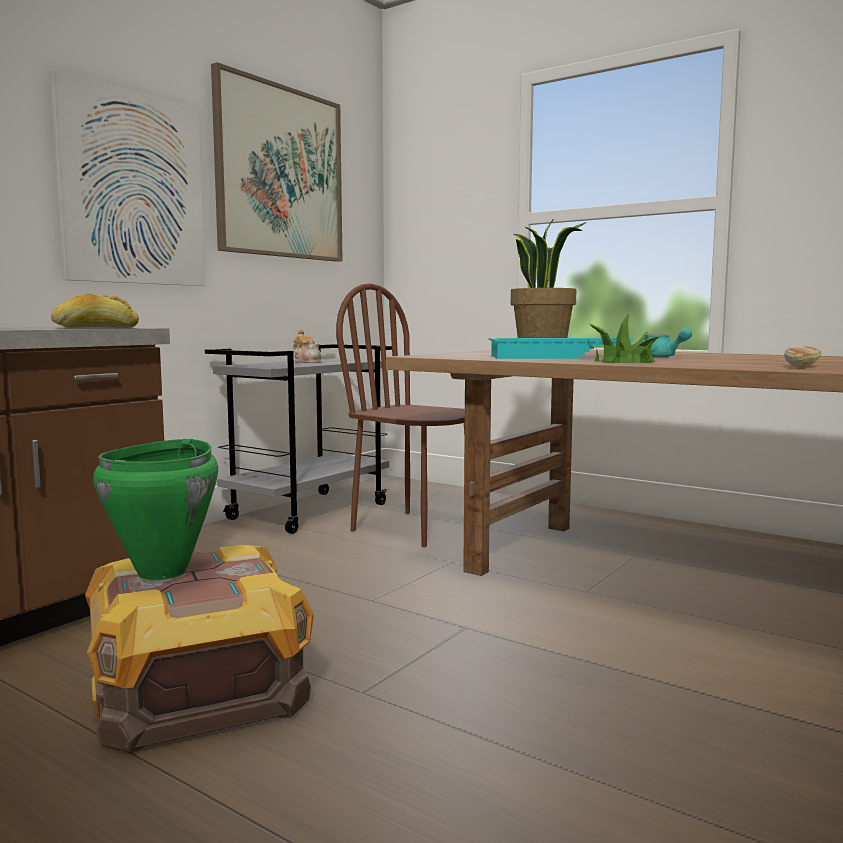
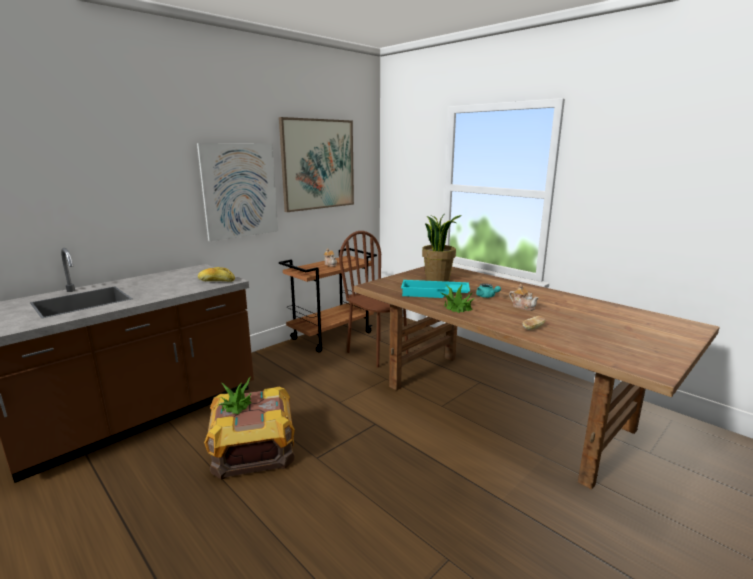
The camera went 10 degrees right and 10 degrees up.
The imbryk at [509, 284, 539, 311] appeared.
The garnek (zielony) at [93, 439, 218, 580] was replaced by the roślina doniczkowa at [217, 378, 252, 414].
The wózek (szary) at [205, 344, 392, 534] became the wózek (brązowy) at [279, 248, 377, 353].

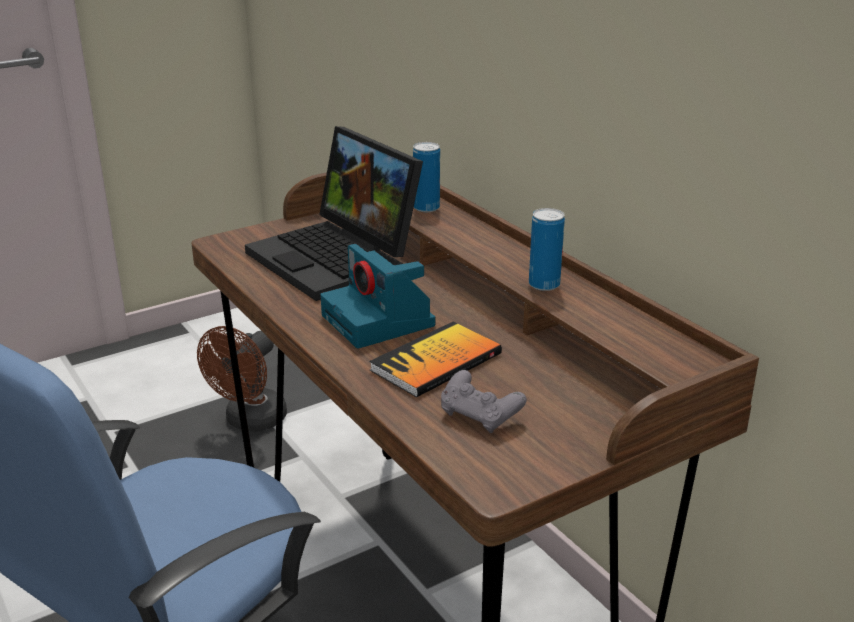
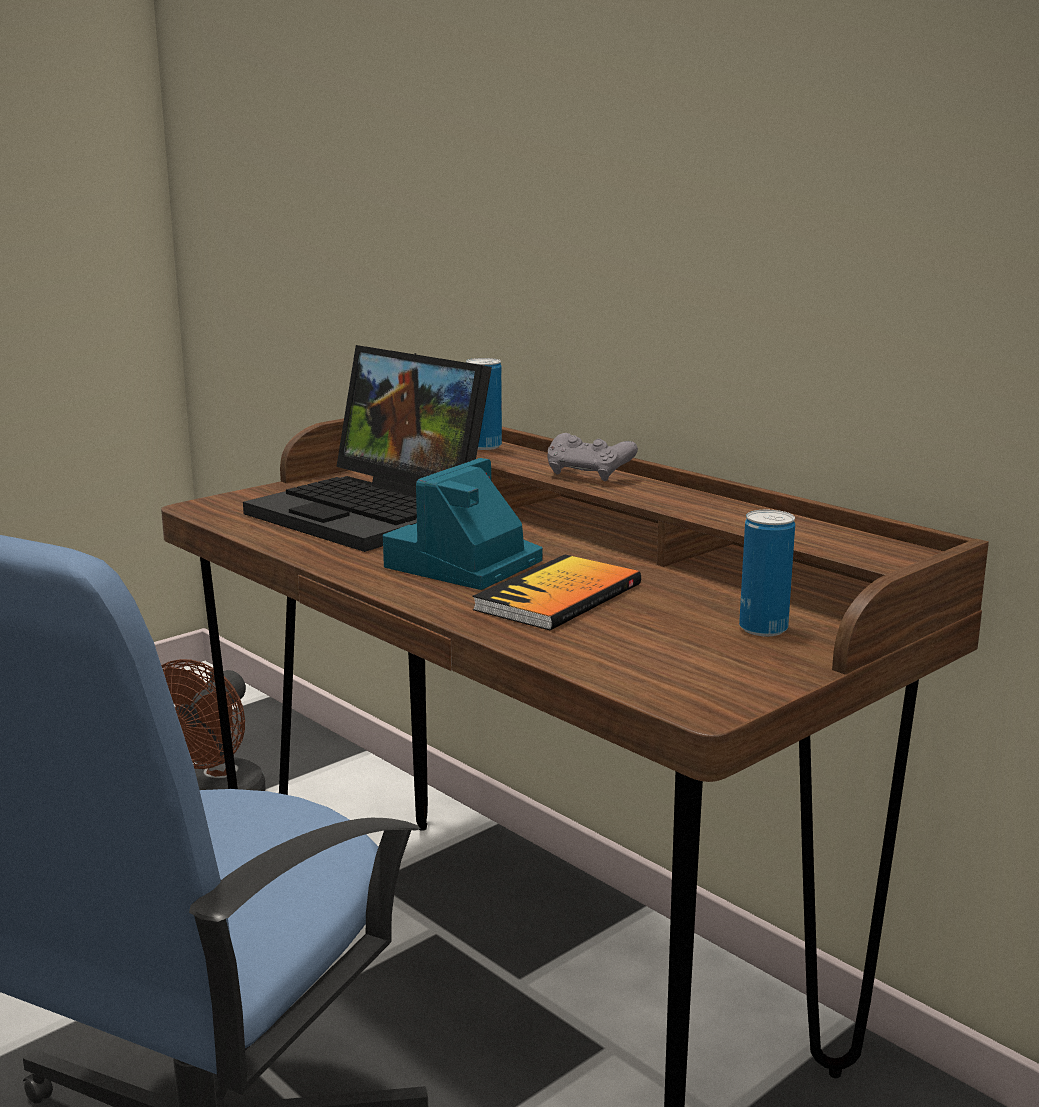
The camera went 10 degrees left and 10 degrees down.
The pad do gier (szary) moved from [441, 370, 527, 433] to [548, 433, 638, 481].
The puszka moved from [529, 208, 565, 291] to [739, 510, 795, 636].
The aparat fotograficzny at [320, 244, 435, 348] turned 75 degrees clockwise.

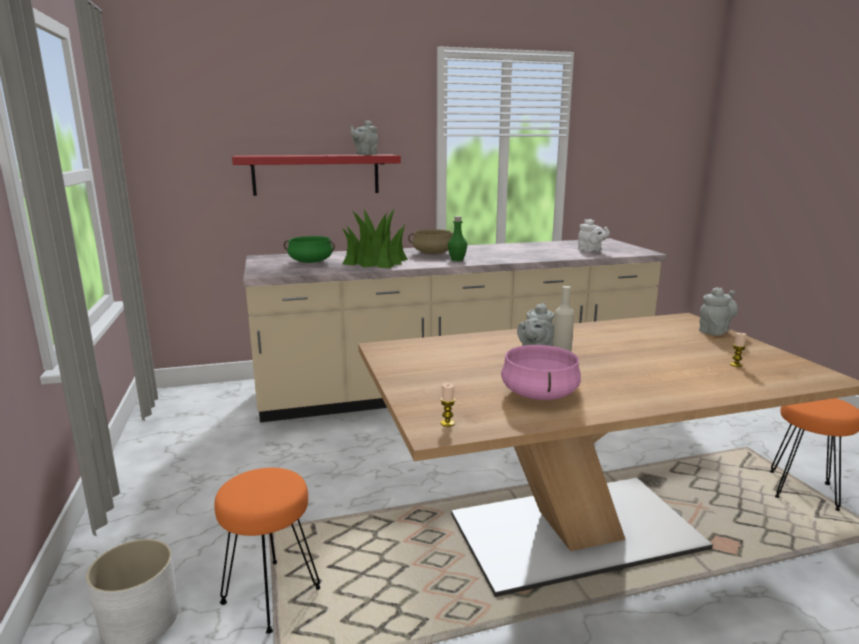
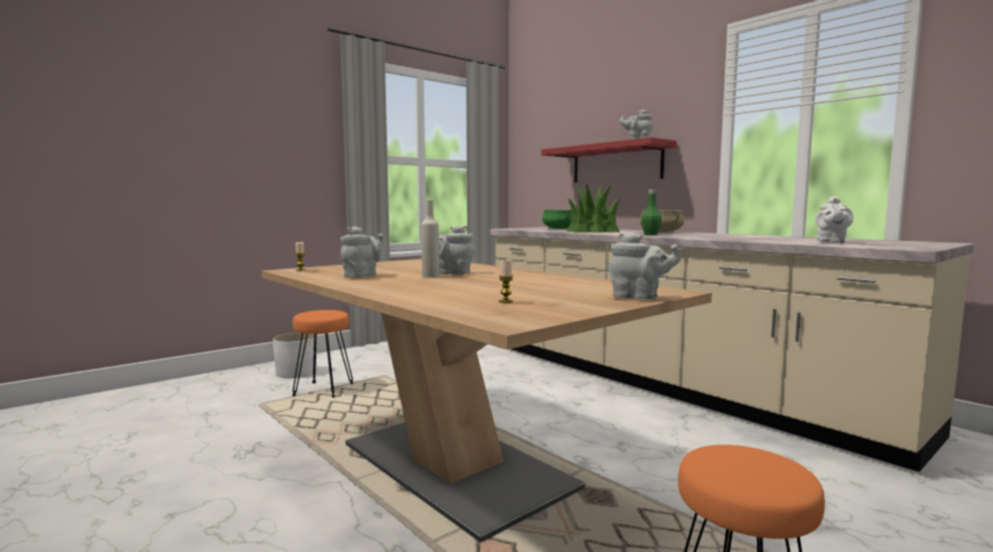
The camera went 65 degrees right and 10 degrees down.
The garnek (różowy) at [501, 345, 581, 400] was replaced by the imbryk (szary) at [340, 226, 383, 278].

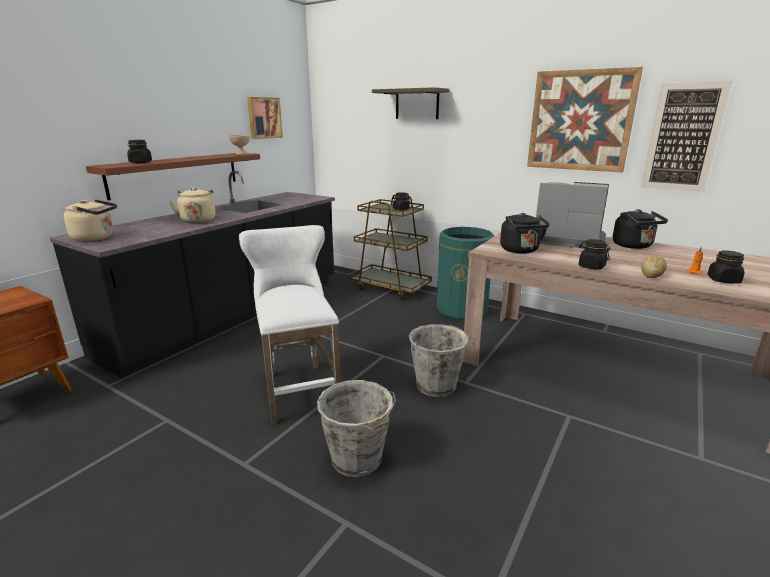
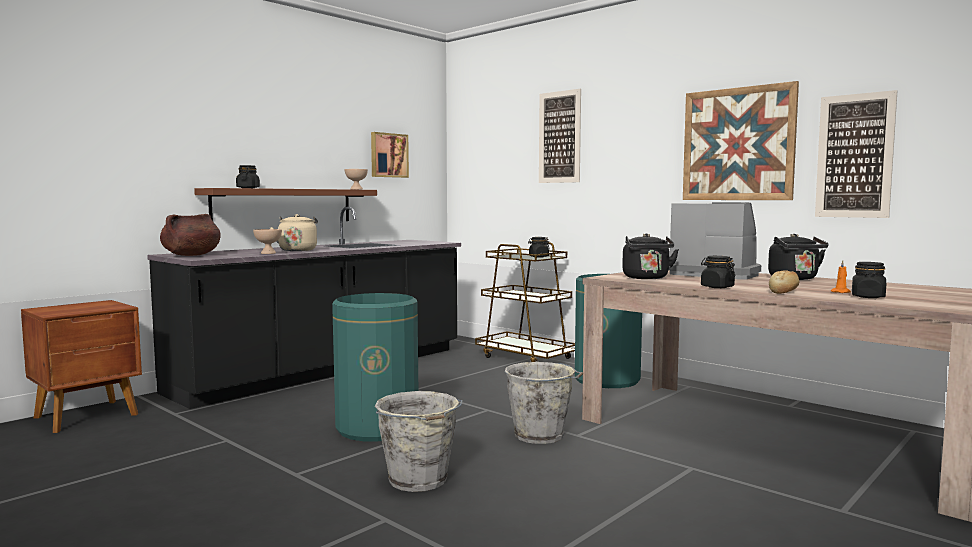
The camera went 10 degrees right and 15 degrees down.
The miska (beżowy) at [253, 229, 282, 254] appeared.
The czajnik (beżowy) at [64, 199, 117, 242] was replaced by the garnek (brązowy) at [160, 214, 221, 256].
The stołek (biały) at [239, 225, 341, 425] was replaced by the kosz na śmieci (zielony) at [332, 293, 418, 441].
The półka at [372, 87, 449, 119] was replaced by the obraz at [539, 89, 581, 183].

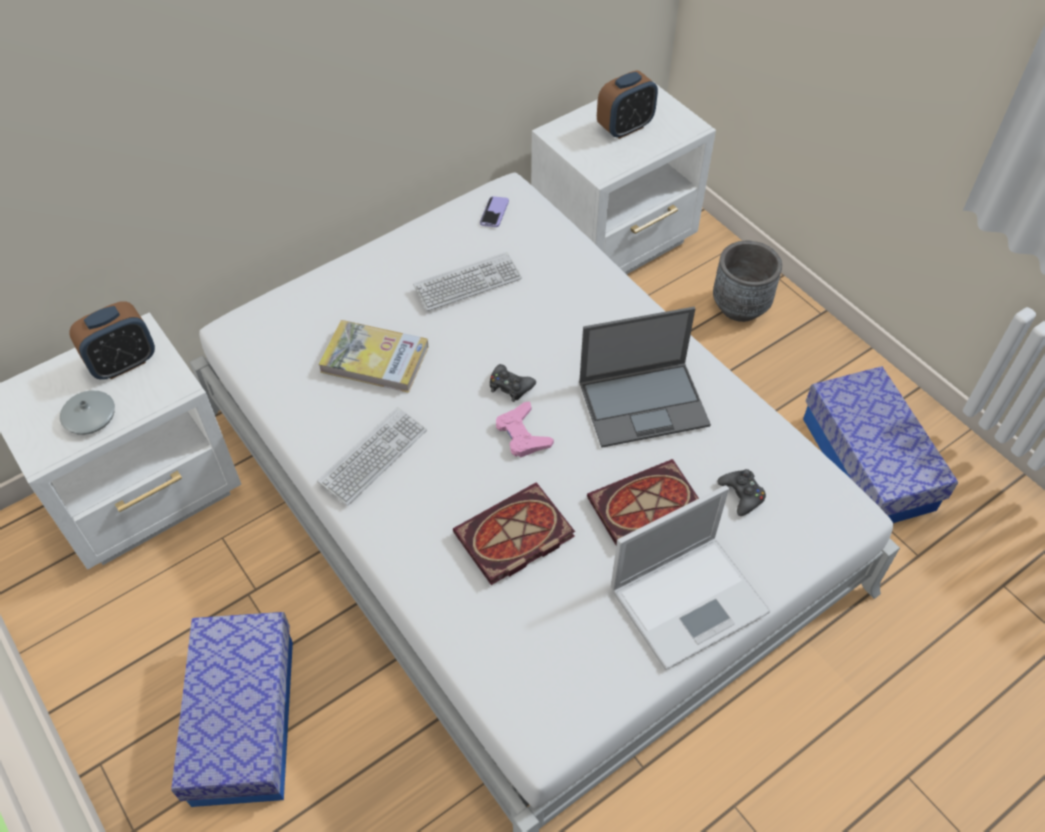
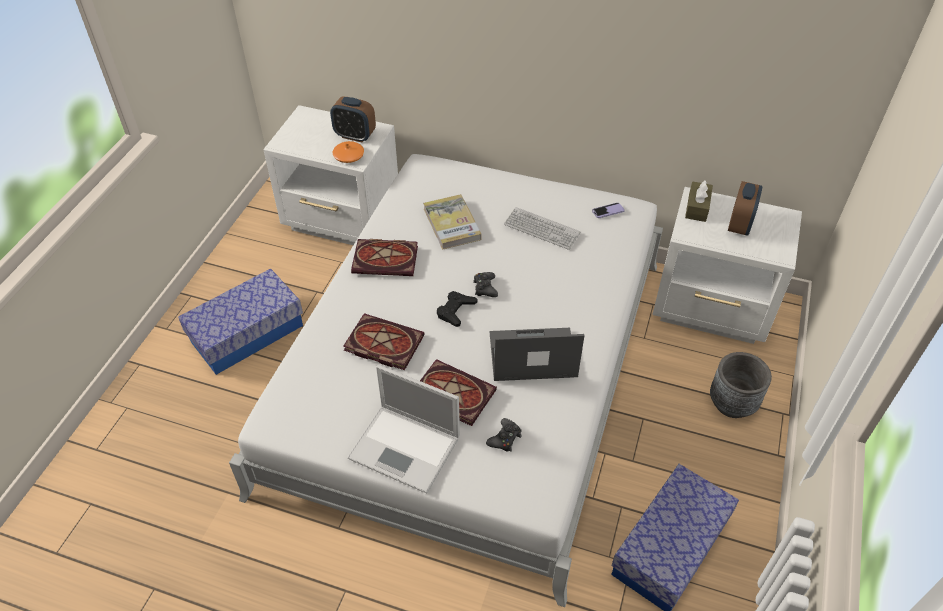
The camera went 55 degrees right and 5 degrees down.
The wazon (szary) at [60, 391, 115, 435] disappeared.
The wazon (pomarańczowy) at [333, 141, 364, 163] appeared.
The pudełko chusteczek (brązowy) at [685, 180, 713, 222] appeared.
The klawiatura at [317, 407, 427, 506] was replaced by the książka at [351, 239, 418, 276].
The pad do gier (różowy) at [496, 402, 554, 457] became the pad do gier (czarny) at [437, 291, 478, 327].
The laptop at [579, 307, 711, 448] turned 135 degrees clockwise.
The budzik at [597, 70, 658, 139] turned 90 degrees counterclockwise.

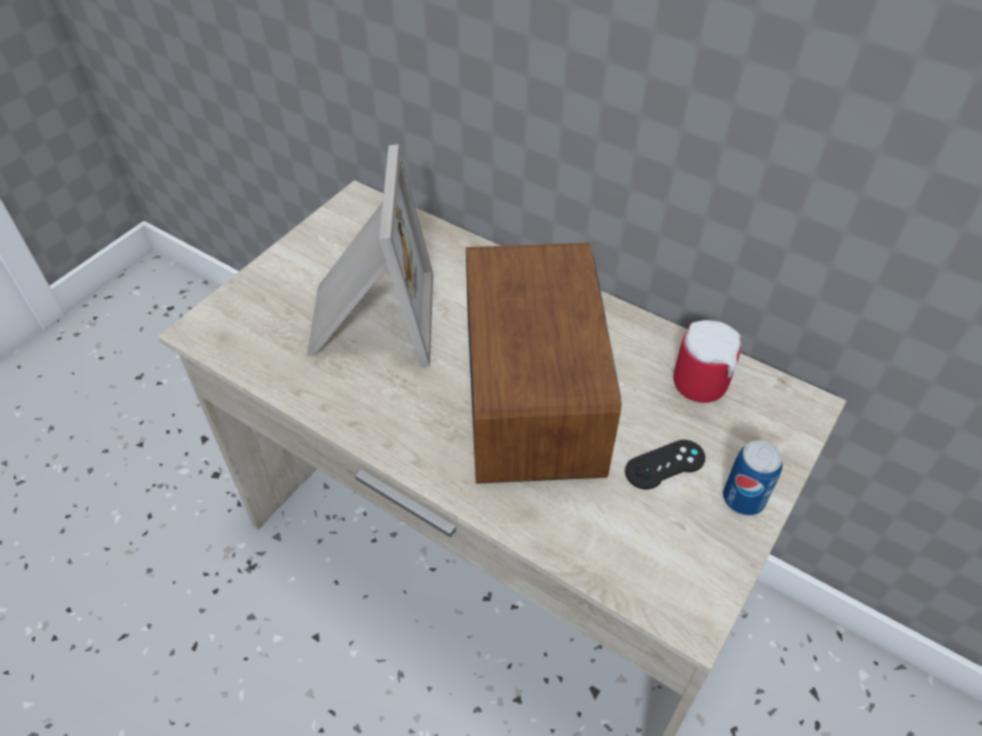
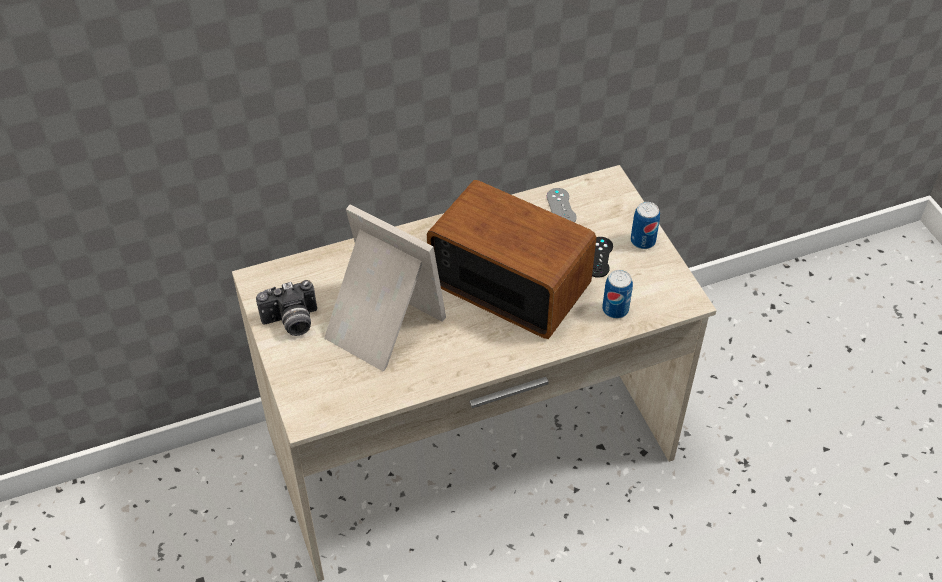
The camera went 55 degrees left and 0 degrees up.
The aparat fotograficzny at [256, 280, 317, 336] appeared.
The puszka at [602, 270, 633, 319] appeared.
The kubek at [674, 320, 741, 403] was replaced by the pad do gier (szary) at [547, 188, 577, 223].

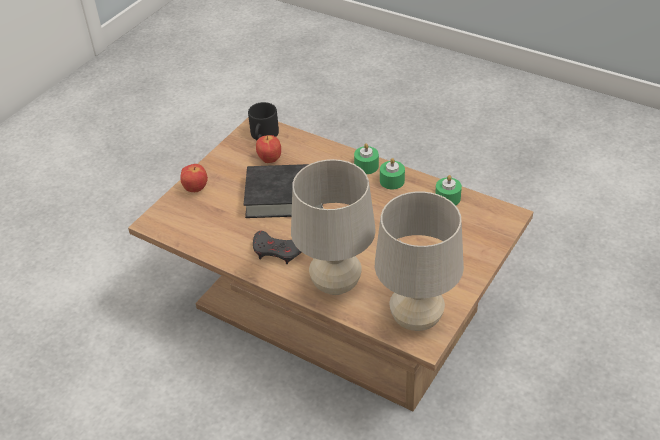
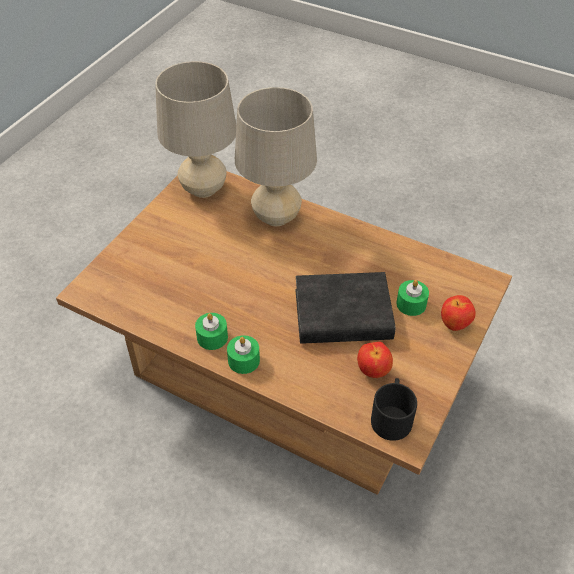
The camera went 175 degrees right and 5 degrees up.
The pad do gier (szary) at [253, 231, 302, 264] disappeared.
The świeca (zielony) moved from [435, 175, 462, 205] to [396, 280, 429, 316].

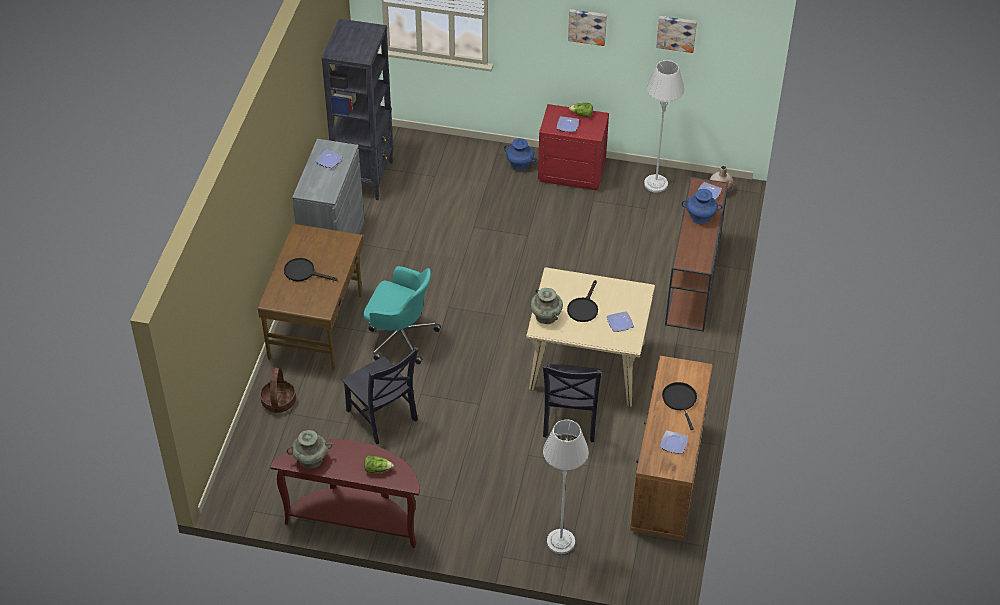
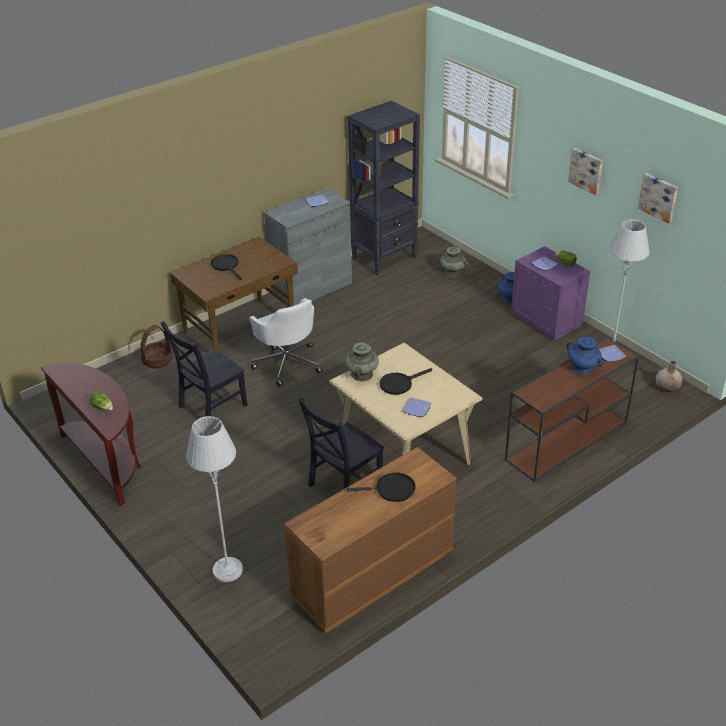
The camera went 40 degrees right and 10 degrees down.
The talerz at [660, 430, 688, 454] disappeared.
The wazon (turkusowy) moved from [286, 430, 333, 469] to [438, 247, 469, 277].
The krzesło biurowe (turkusowy) at [363, 266, 441, 364] became the krzesło biurowe (biały) at [249, 298, 322, 387].
The szafka nocna (czerwony) at [538, 104, 609, 190] became the szafka nocna (fioletowy) at [511, 246, 590, 341].
The krzesło (czarny) at [342, 346, 419, 444] turned 45 degrees clockwise.
The patelnia (czarny) at [662, 382, 697, 430] turned 60 degrees clockwise.

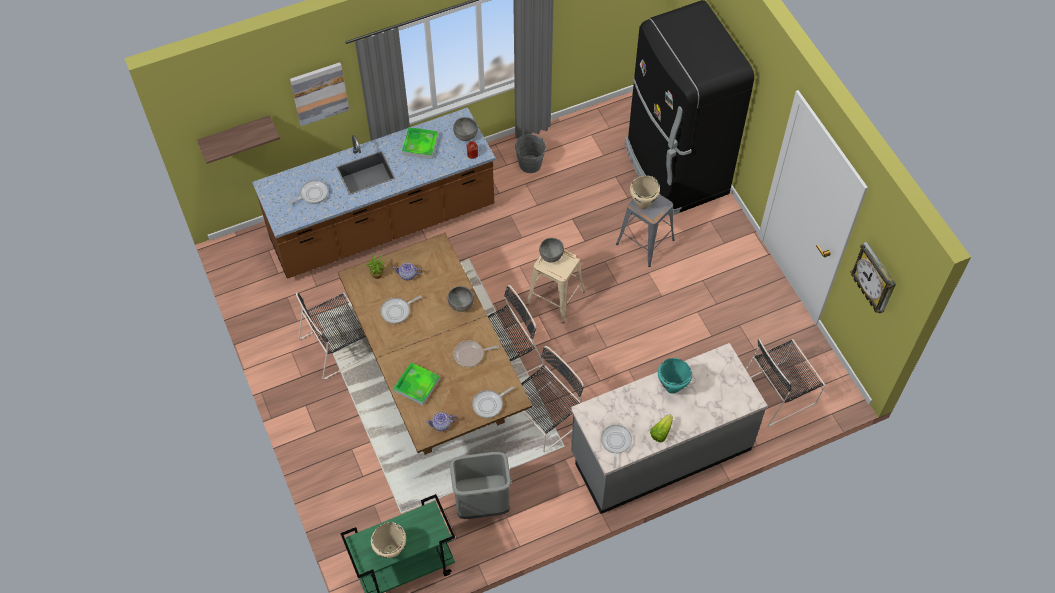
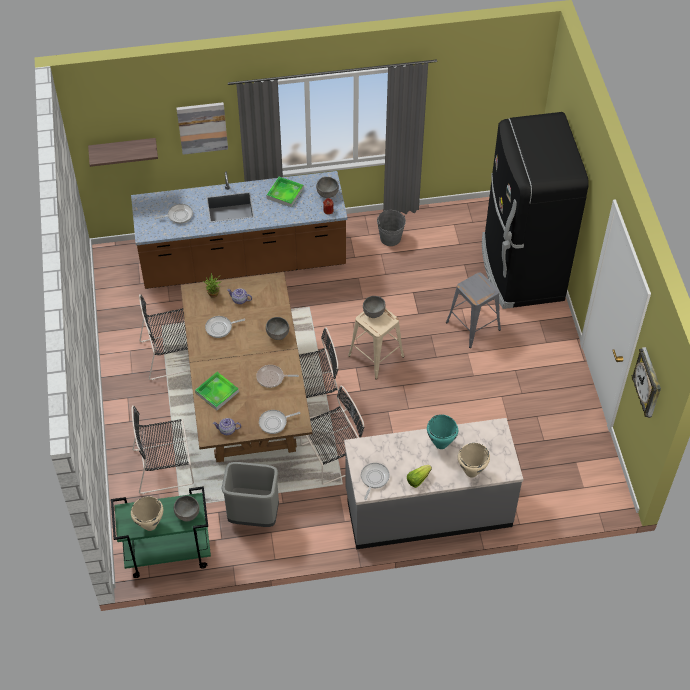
The camera went 15 degrees right and 5 degrees down.
The miska (szary) at [174, 496, 199, 521] appeared.
The garnek (beżowy) moved from [630, 175, 660, 210] to [458, 443, 490, 477].
The krzesło (czarny) moved from [746, 338, 825, 427] to [132, 405, 194, 494].

